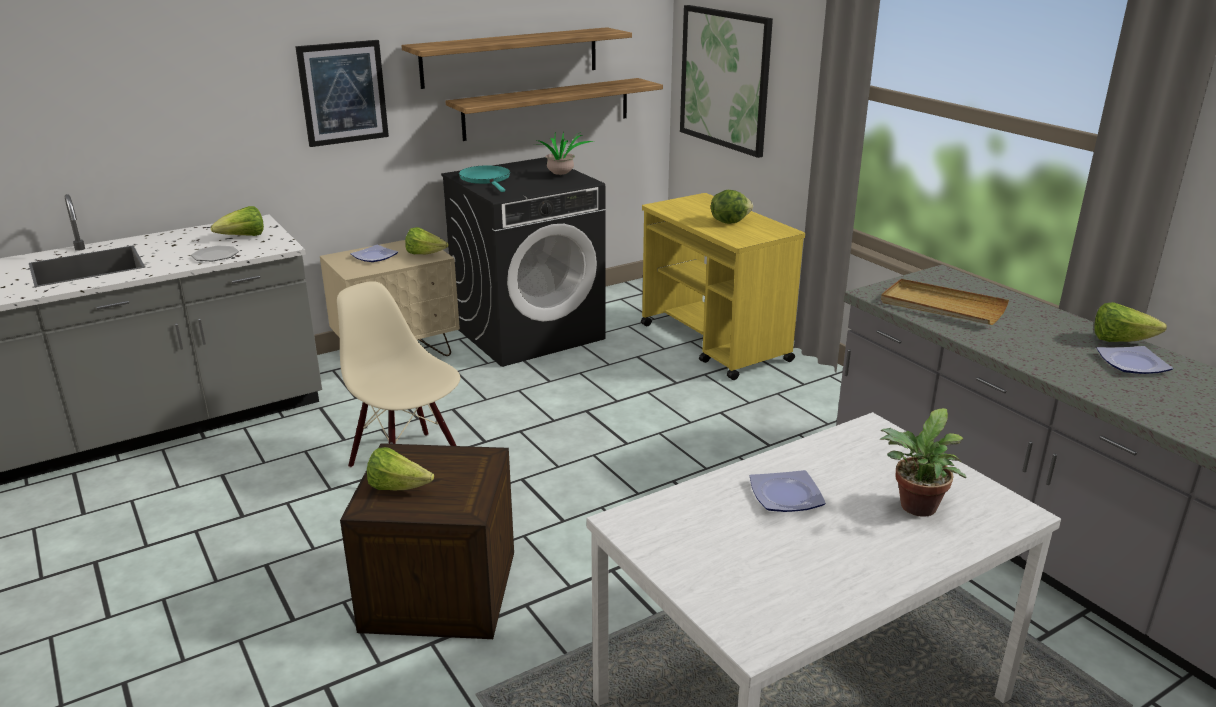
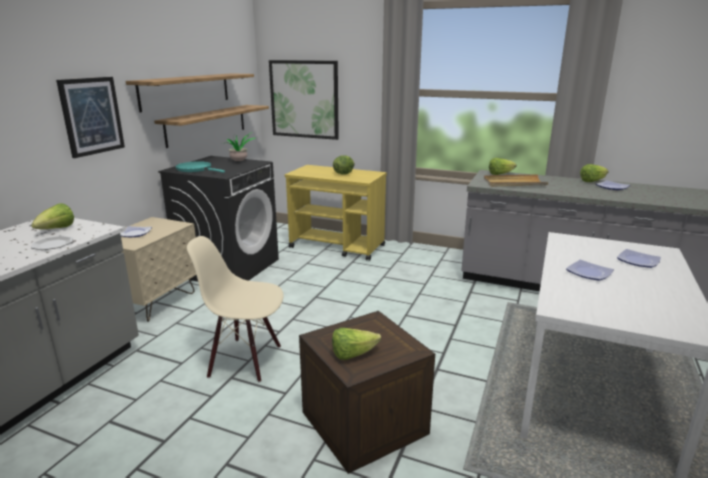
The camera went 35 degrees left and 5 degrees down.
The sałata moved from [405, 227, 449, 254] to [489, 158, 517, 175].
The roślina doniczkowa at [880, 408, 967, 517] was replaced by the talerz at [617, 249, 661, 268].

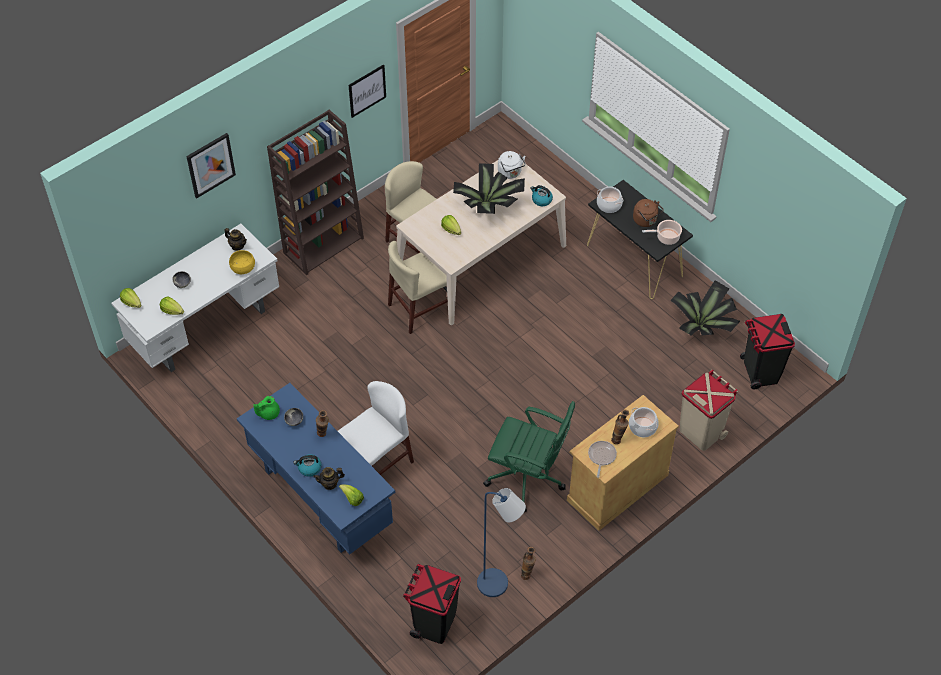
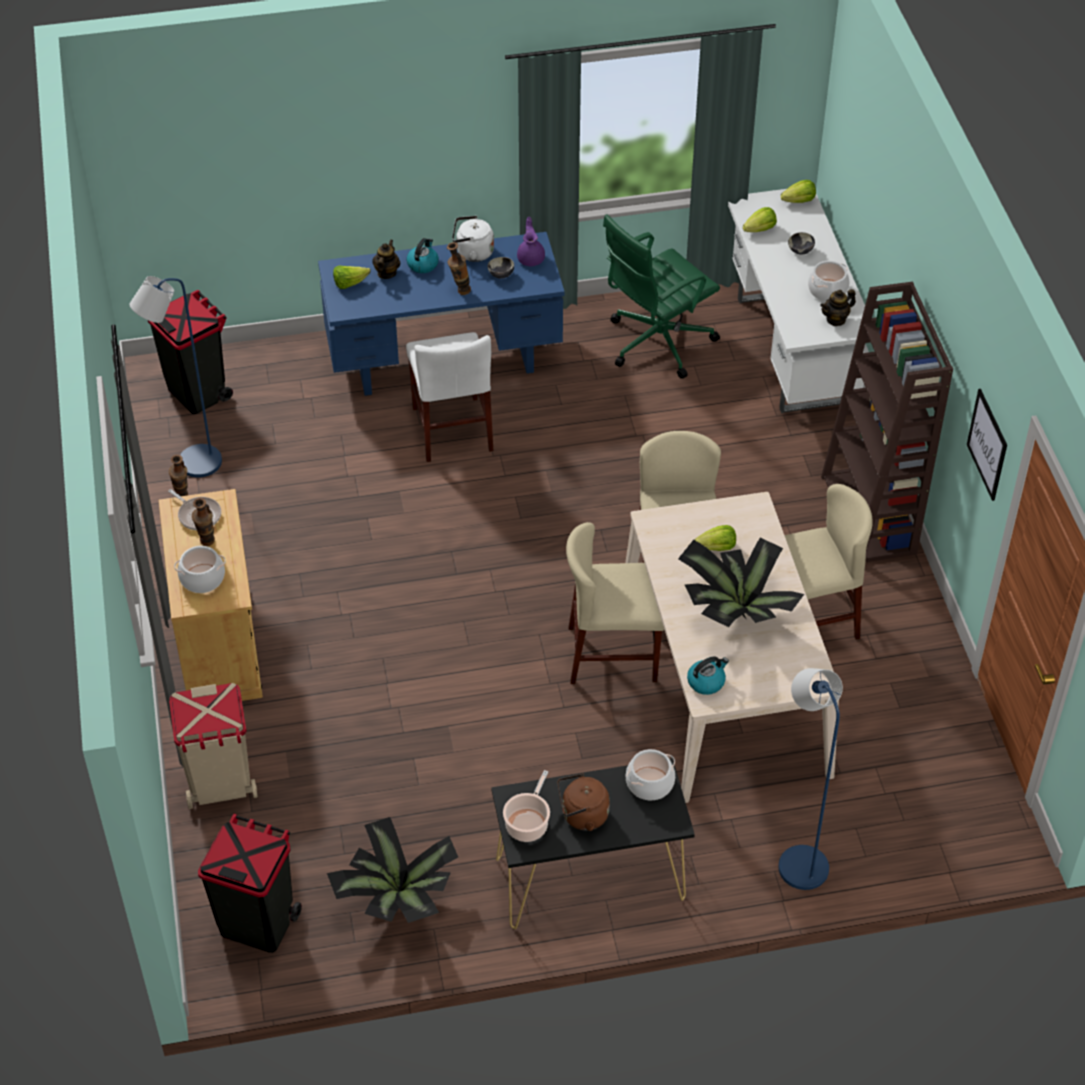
The camera went 120 degrees right and 5 degrees down.
The obraz at [186, 133, 236, 198] disappeared.
The miska (żółty) at [229, 250, 255, 274] disappeared.
The krzesło (beżowy) at [566, 522, 664, 684] appeared.
The lampa stojąca (niebieski) at [778, 668, 843, 890] appeared.
The garnek at [808, 261, 850, 301] appeared.
The krzesło biurowe (zielony) moved from [483, 401, 575, 512] to [603, 214, 720, 379].
The czajnik (biały) moved from [498, 151, 526, 179] to [452, 216, 494, 262].
The imbryk (zielony) at [254, 396, 280, 420] became the imbryk (fioletowy) at [517, 217, 545, 266].

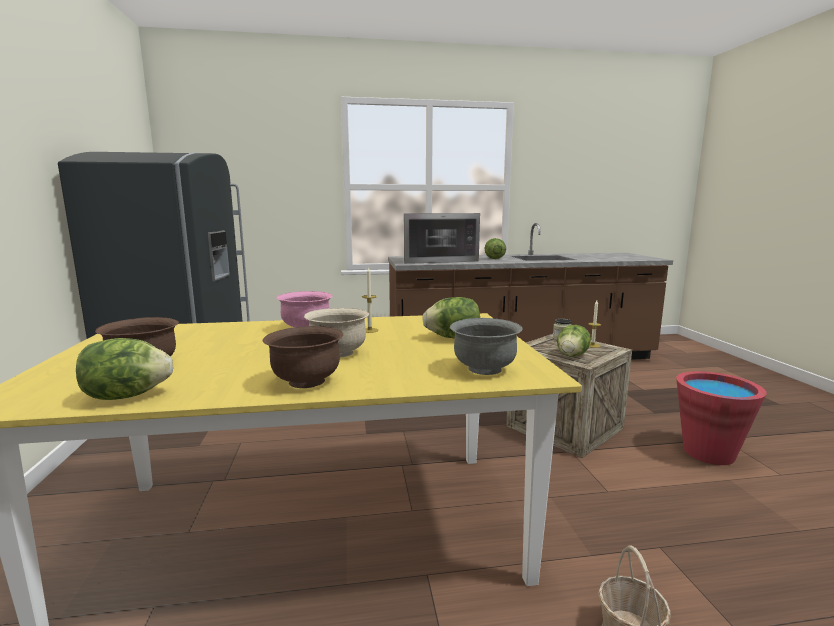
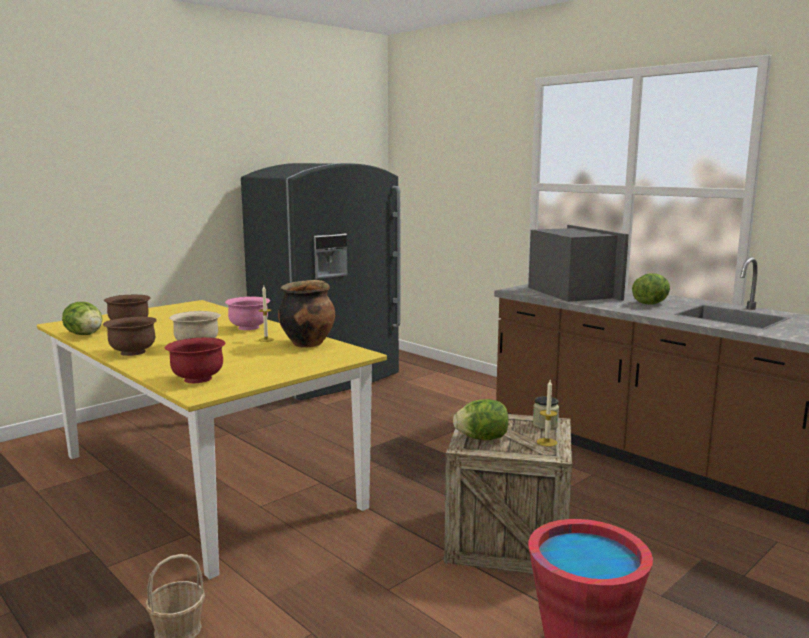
The camera went 55 degrees right and 0 degrees up.
The sałata at [422, 297, 480, 338] disappeared.
The garnek at [278, 280, 335, 348] appeared.
The miska (szary) at [450, 318, 522, 375] became the miska (czerwony) at [165, 337, 225, 383].
The mikrofalówka at [404, 213, 480, 264] turned 150 degrees counterclockwise.

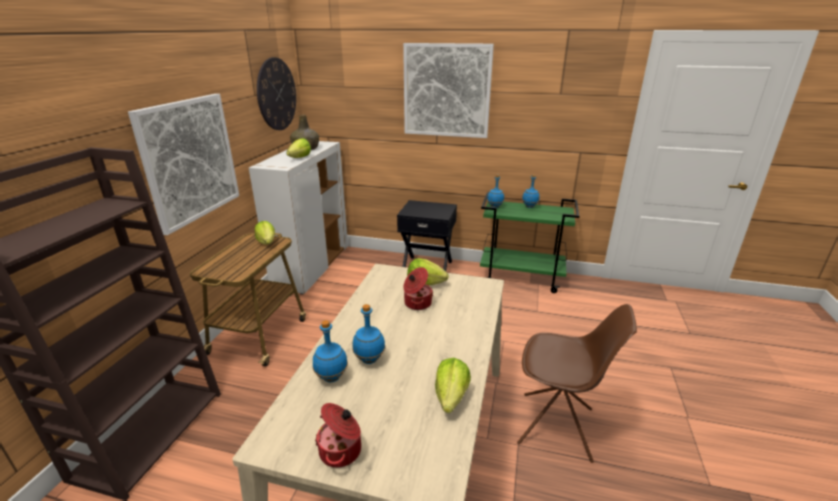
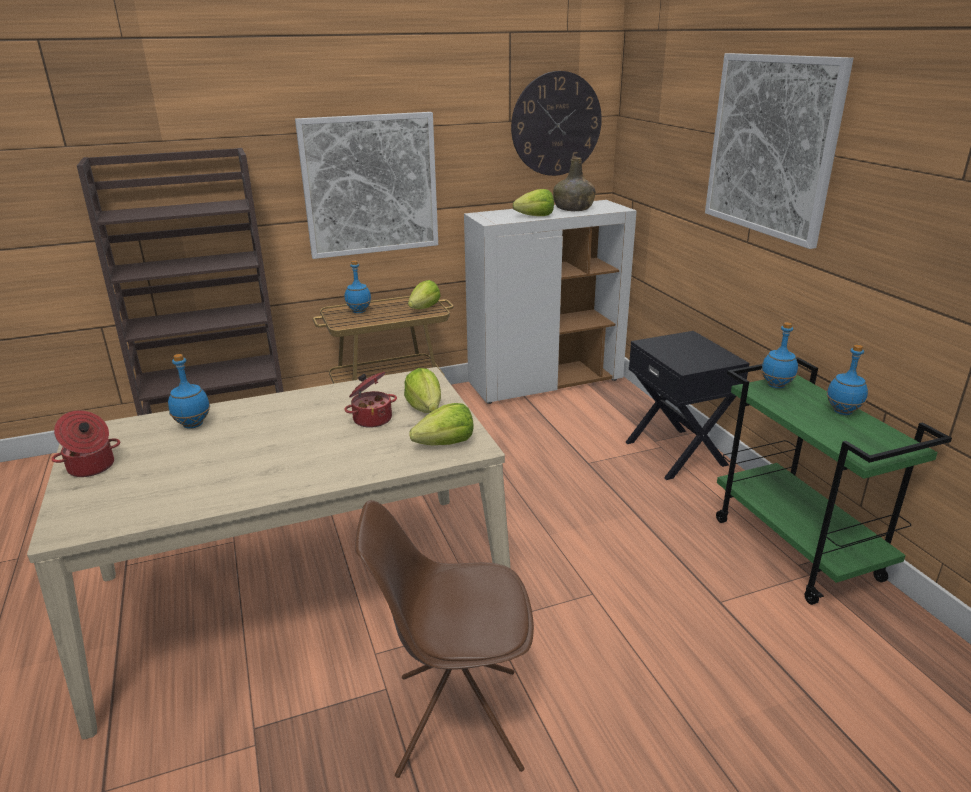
The camera went 55 degrees right and 0 degrees up.
The butelka (niebieski) moved from [352, 304, 385, 364] to [345, 261, 371, 313].
The sałata moved from [435, 358, 471, 413] to [409, 403, 474, 445].
The krzesło (brązowy) at [517, 304, 637, 463] turned 105 degrees clockwise.

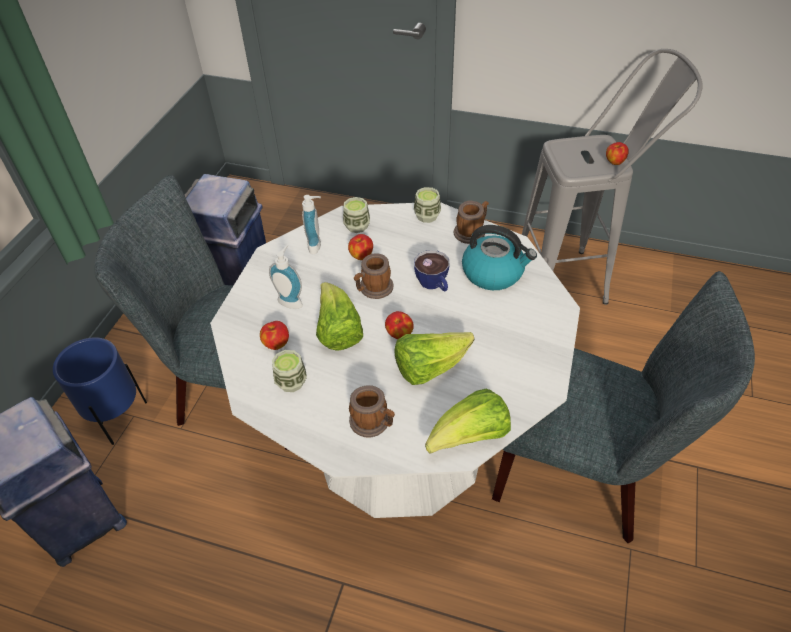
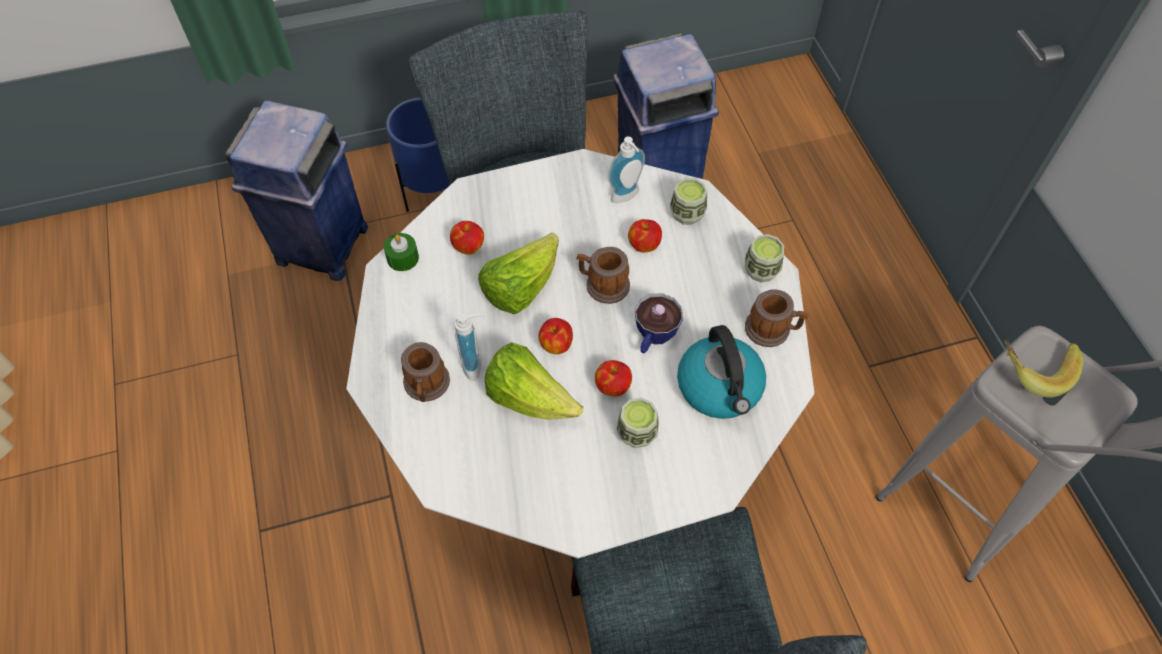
The camera went 55 degrees right and 10 degrees up.
The sałata at [425, 389, 511, 454] disappeared.
The świeca (zielony) at [384, 233, 419, 271] appeared.
The banan at [1004, 340, 1084, 398] appeared.
The dozownik mydła moved from [269, 245, 303, 309] to [455, 313, 483, 381].
The filiżanka moved from [272, 350, 307, 392] to [617, 398, 659, 448].
The jabłko moved from [606, 142, 629, 165] to [595, 360, 632, 396].

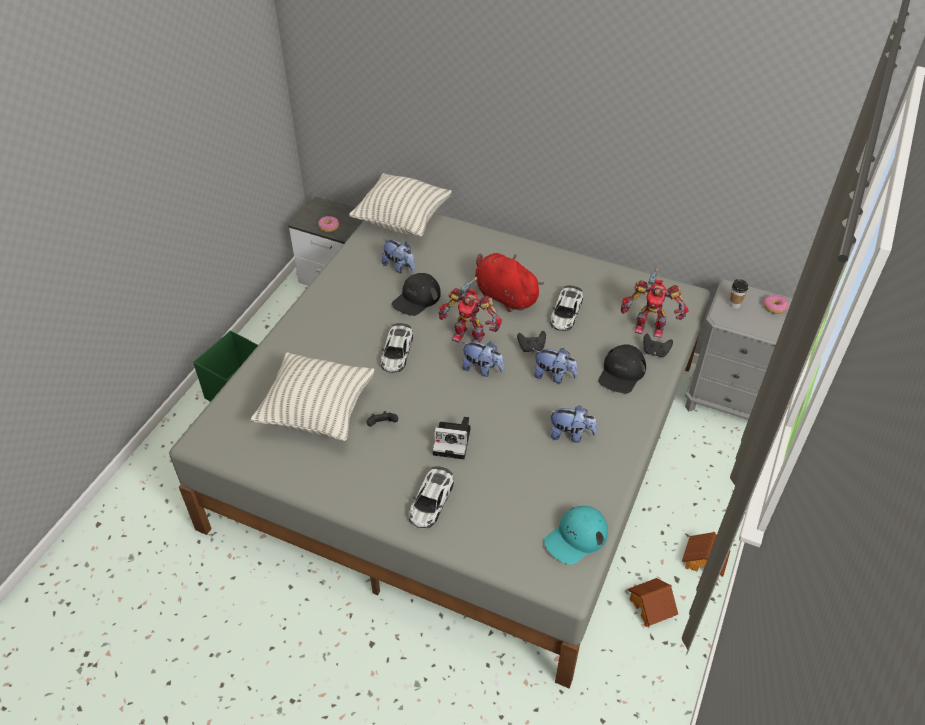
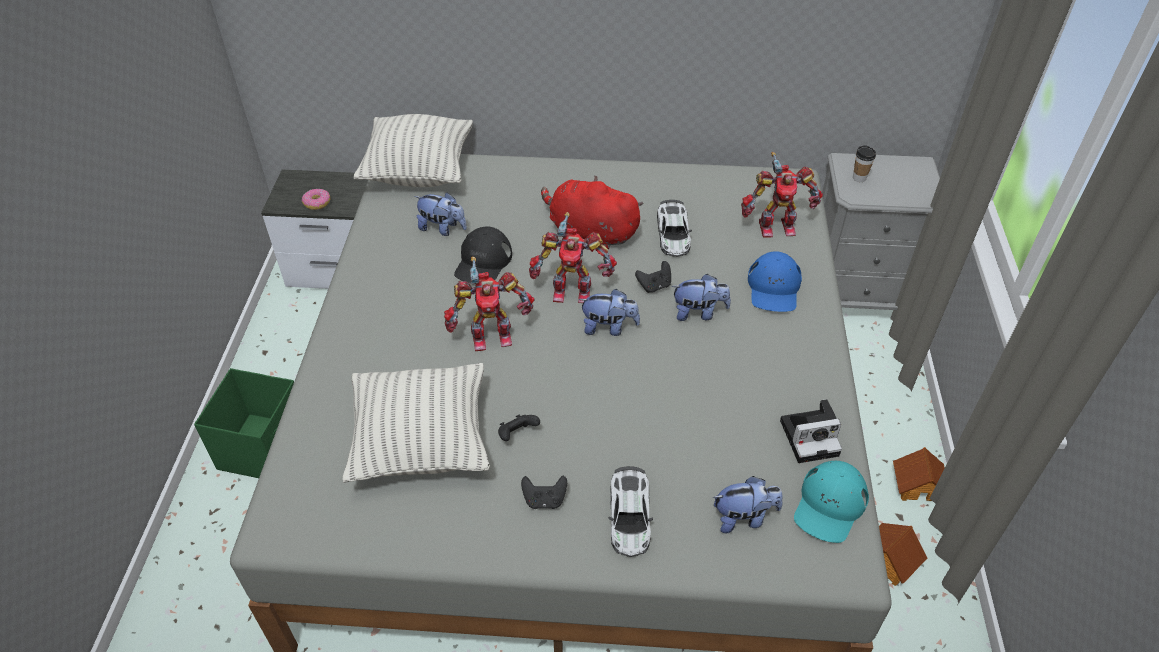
The camera went 20 degrees left and 0 degrees up.
The donut at [763, 294, 789, 314] disappeared.
The aparat fotograficzny moved from [432, 416, 471, 459] to [780, 399, 842, 463].
The pluszak moved from [549, 406, 597, 443] to [713, 476, 783, 533].
The pad do gier (czarny) moved from [643, 334, 673, 357] to [521, 476, 567, 509].
The samochodzik at [381, 323, 413, 373] was replaced by the robot zabawkowy at [444, 256, 535, 351].
The czapka z daszkiem (czarny) at [598, 344, 646, 393] became the czapka z daszkiem (niebieski) at [748, 251, 802, 312].

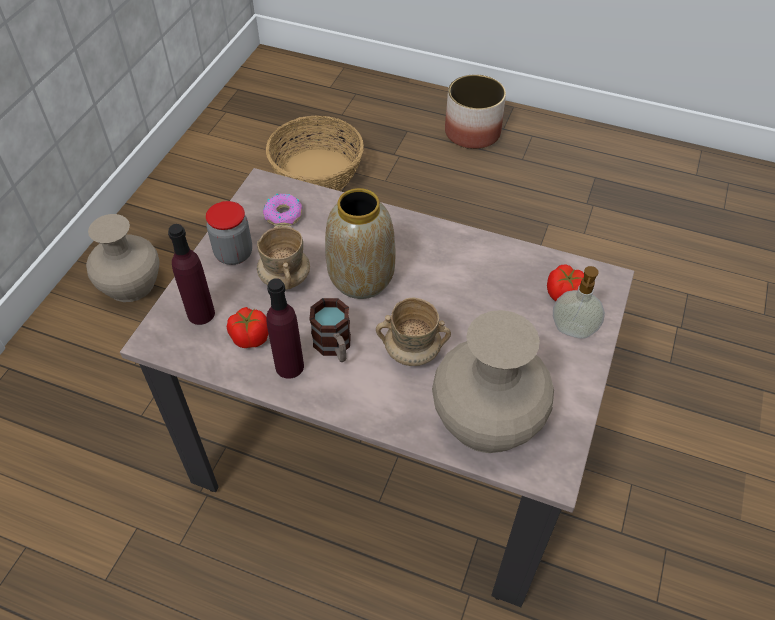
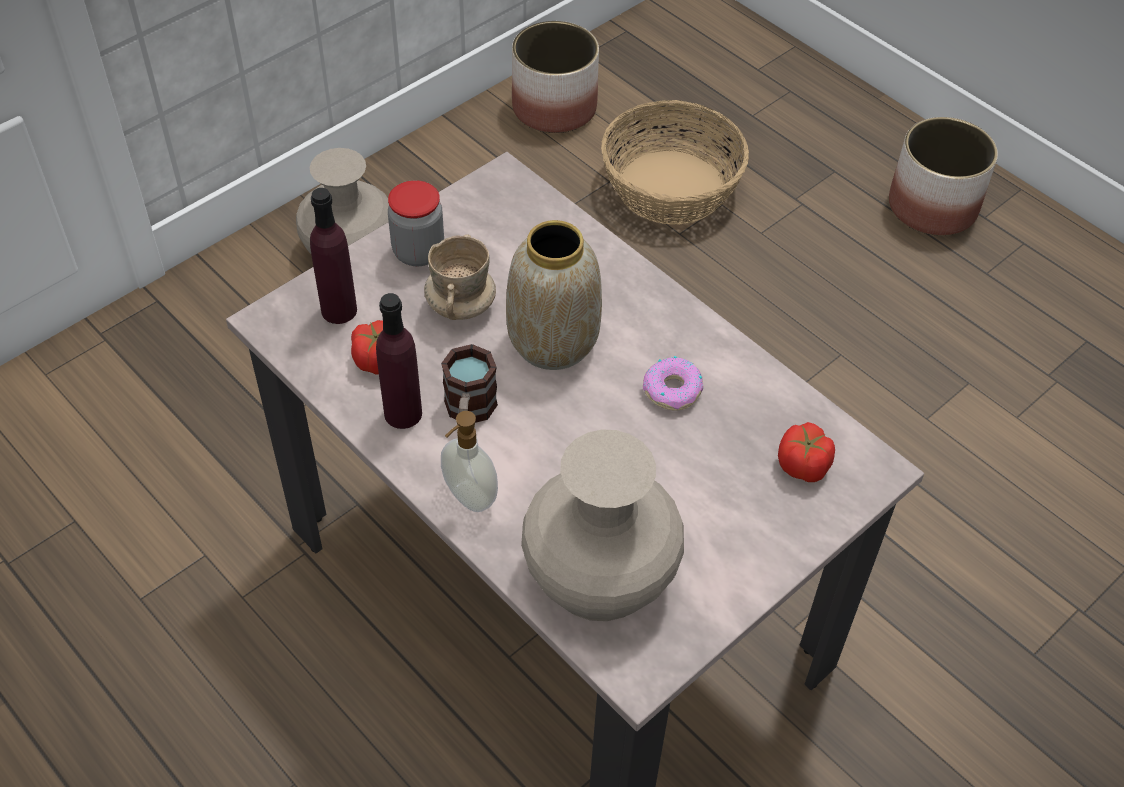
The camera went 25 degrees right and 0 degrees up.
The kubek (beżowy) at [376, 298, 451, 366] disappeared.
The donica at [512, 21, 599, 133] appeared.
The donut moved from [263, 194, 303, 227] to [643, 356, 703, 411].
The dozownik mydła moved from [553, 266, 605, 339] to [441, 411, 498, 512].

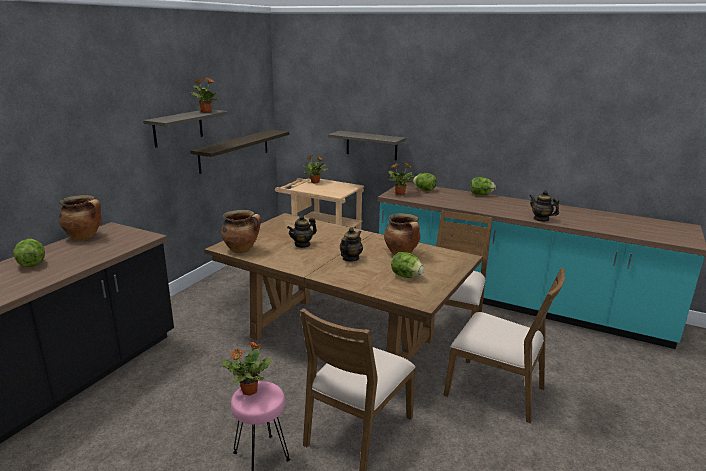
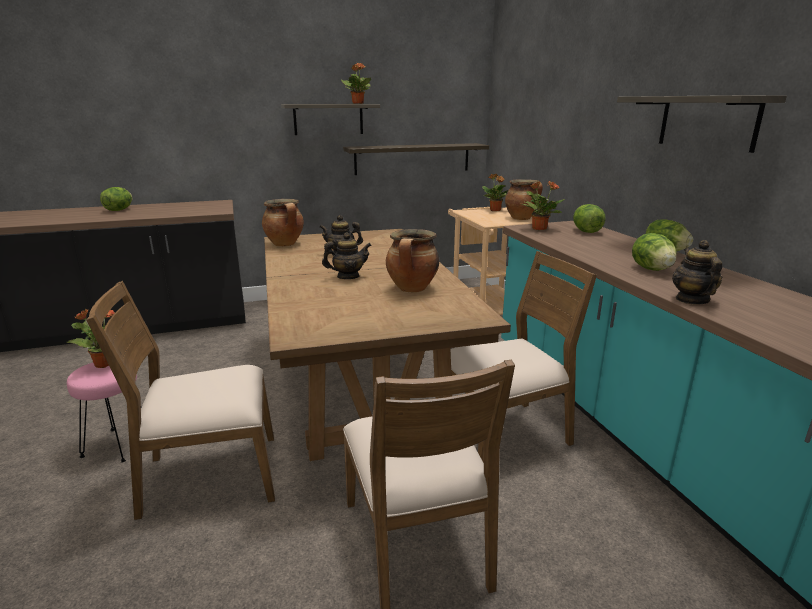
The camera went 45 degrees right and 0 degrees up.
The garnek moved from [59, 195, 101, 240] to [505, 179, 543, 220].
The półka moved from [328, 131, 406, 160] to [617, 95, 787, 153].
The sałata moved from [391, 252, 424, 278] to [632, 233, 676, 271].

